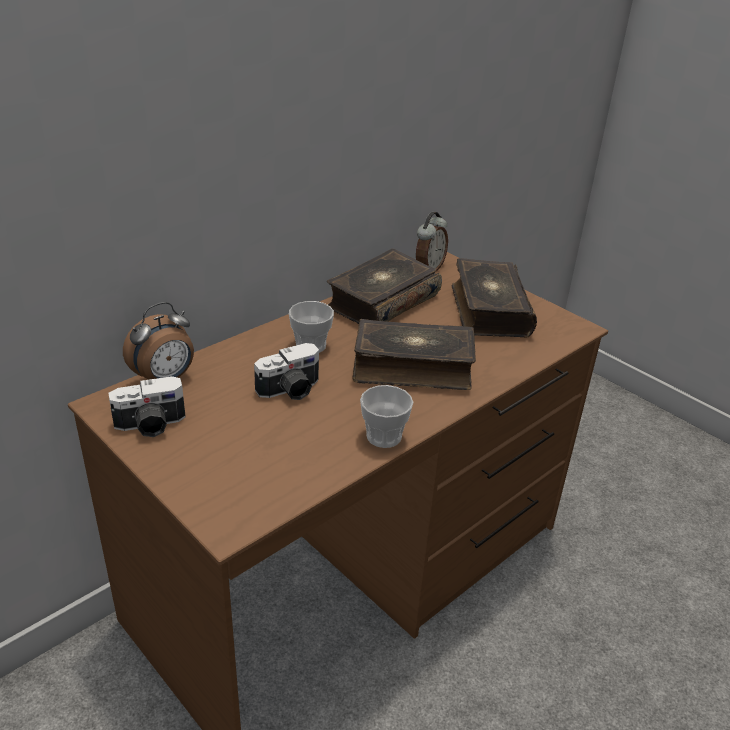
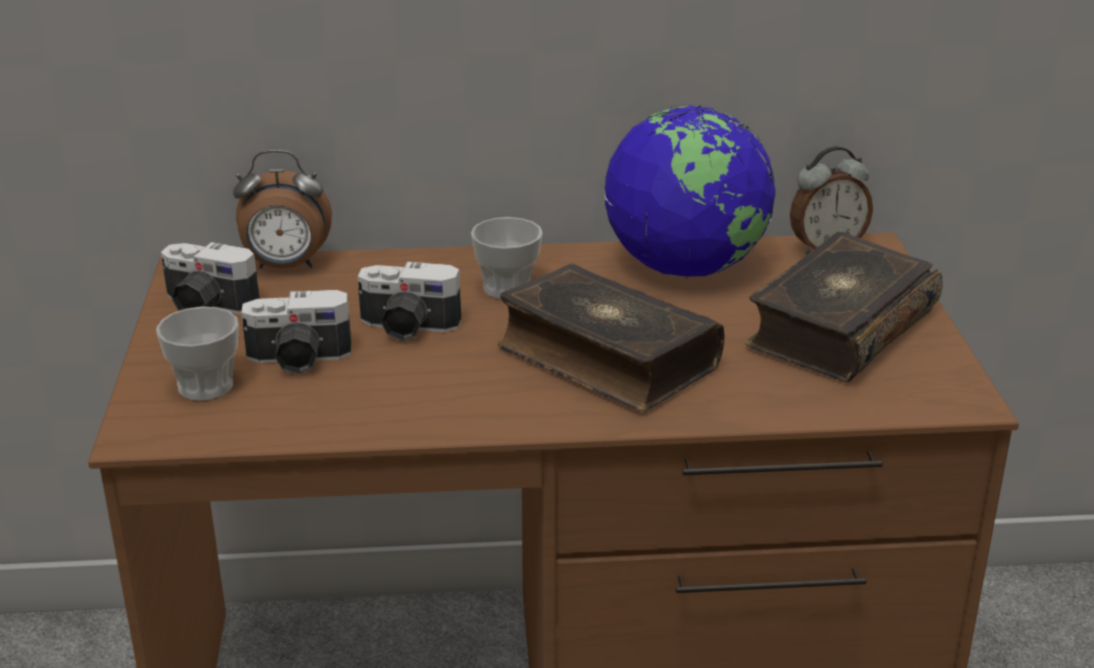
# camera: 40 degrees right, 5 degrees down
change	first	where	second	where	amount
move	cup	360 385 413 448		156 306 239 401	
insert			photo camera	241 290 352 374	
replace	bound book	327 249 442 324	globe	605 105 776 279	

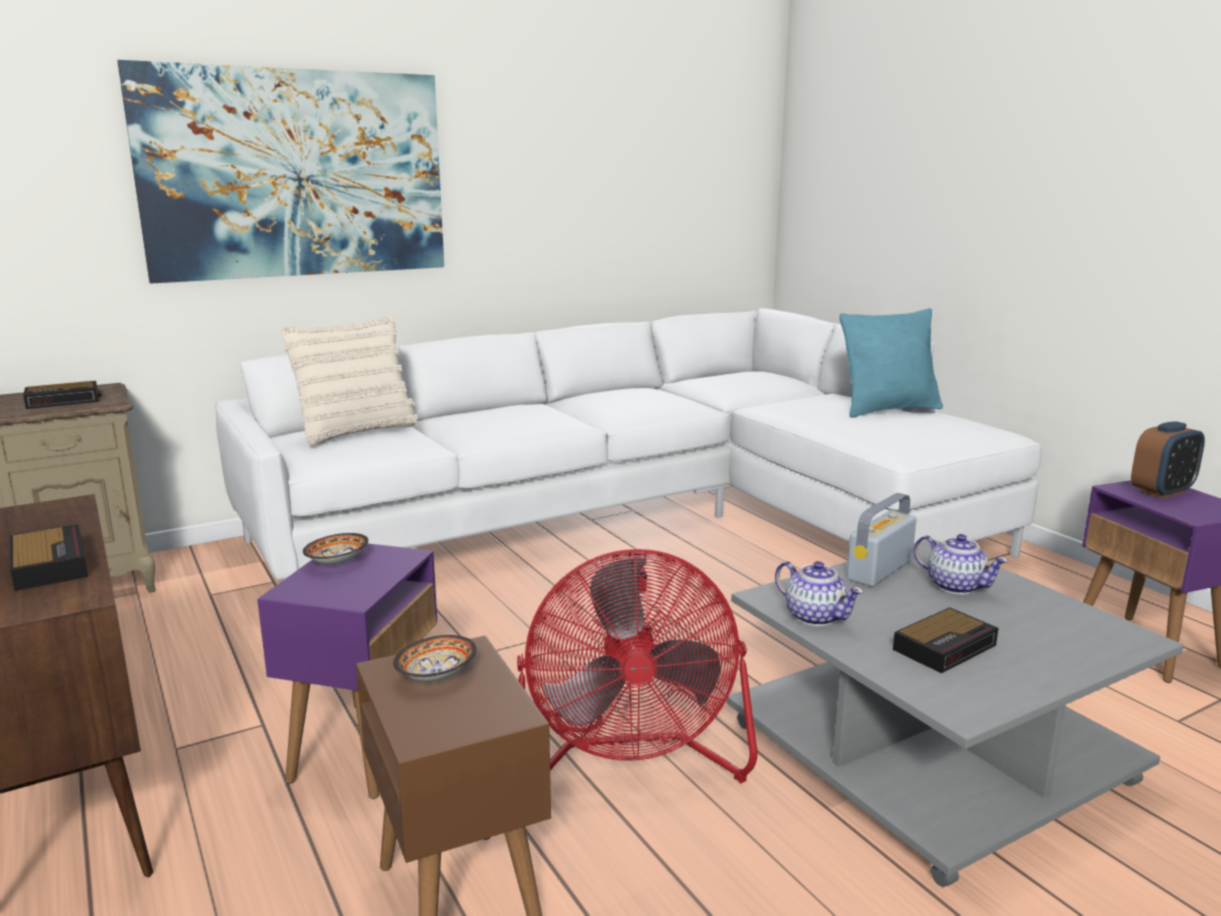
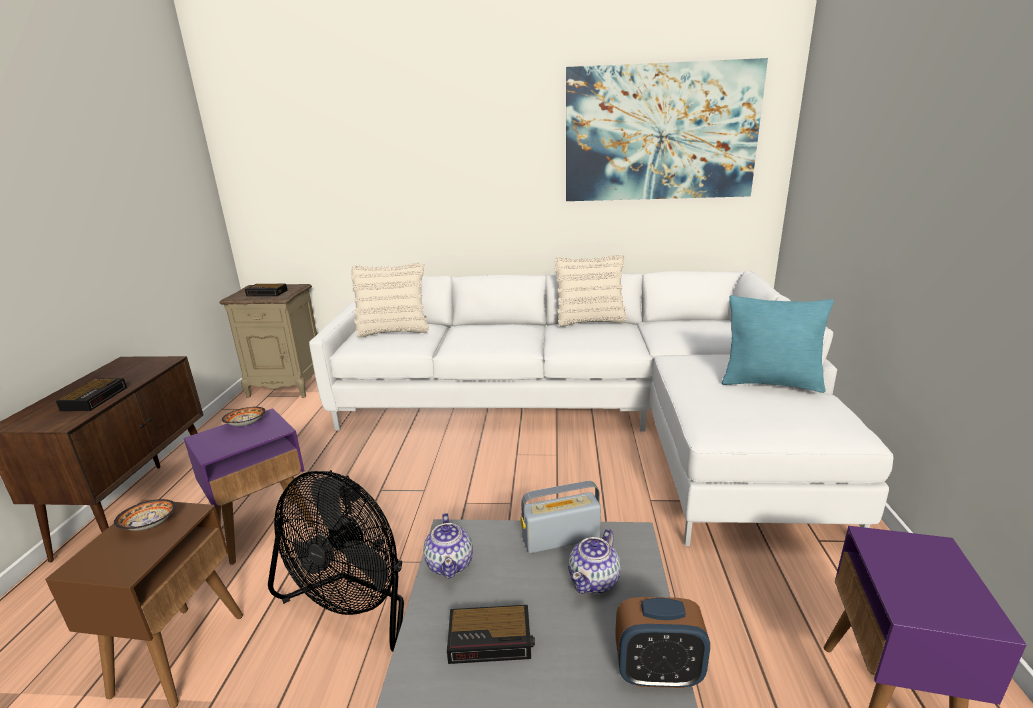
# camera: 35 degrees right, 5 degrees up
change	first	where	second	where	amount
recolor	reddish electric fan	517 549 757 783	blackish electric fan	268 470 404 652	
insert			sand-coloured cushion	554 254 628 327	
move	wall art	117 60 444 284		566 58 768 201	
rotate	teapot	914 534 1009 595		568 529 620 594	45 degrees clockwise
move	bedside clock	1131 421 1205 499		615 597 710 688	

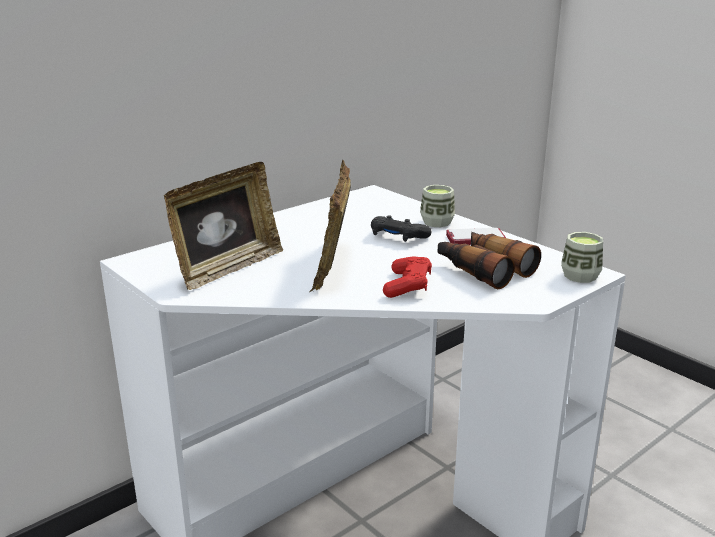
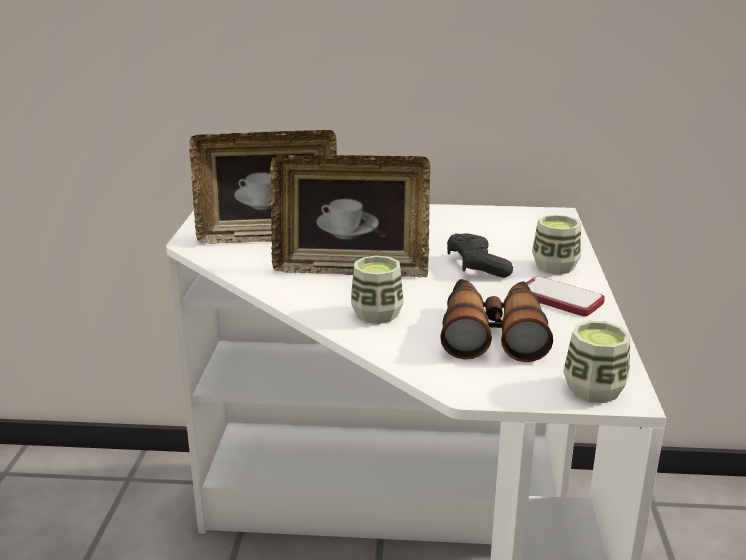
# camera: 45 degrees right, 0 degrees up
change	first	where	second	where	amount
rotate	standing frame	309 160 351 292		270 155 430 278	135 degrees counterclockwise
replace	reddish game controller	383 256 432 298	cup	351 256 404 324	

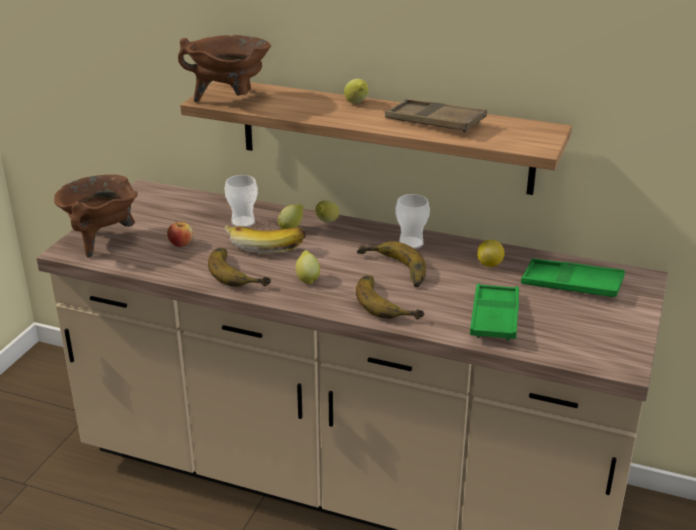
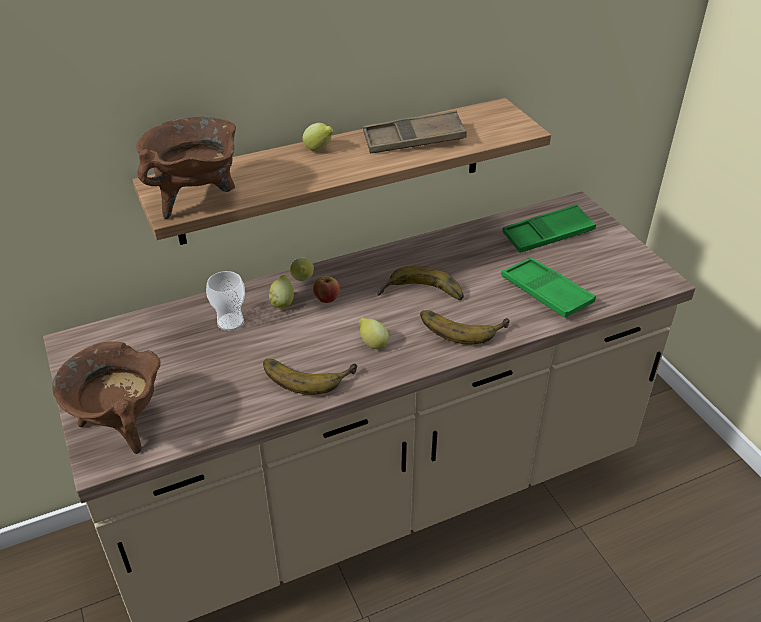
# camera: 45 degrees left, 10 degrees up
change	first	where	second	where	amount
move	whole apple	167 221 193 247		313 276 340 303	
delete	banana	225 225 306 253			
delete	cup	395 194 430 249			
delete	whole lemon	477 240 505 267			

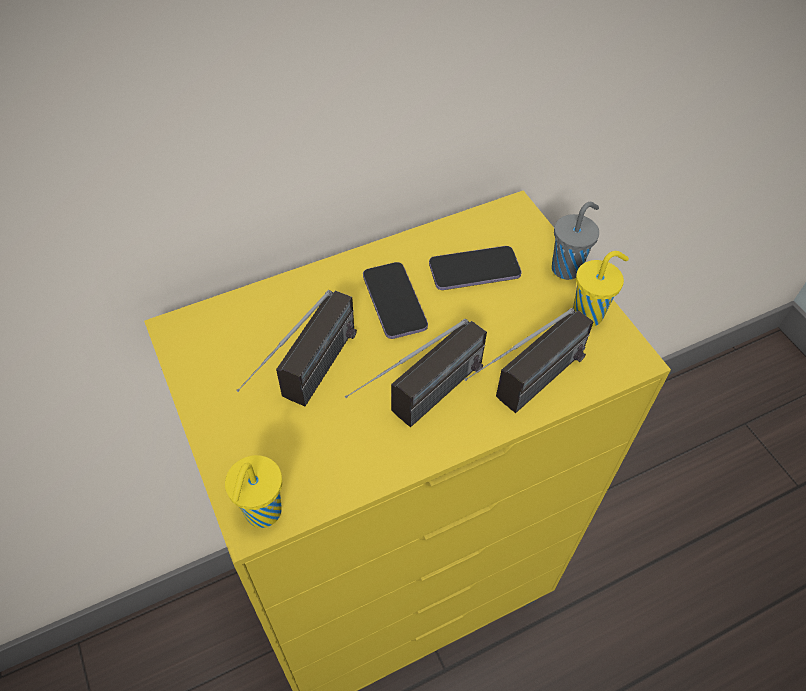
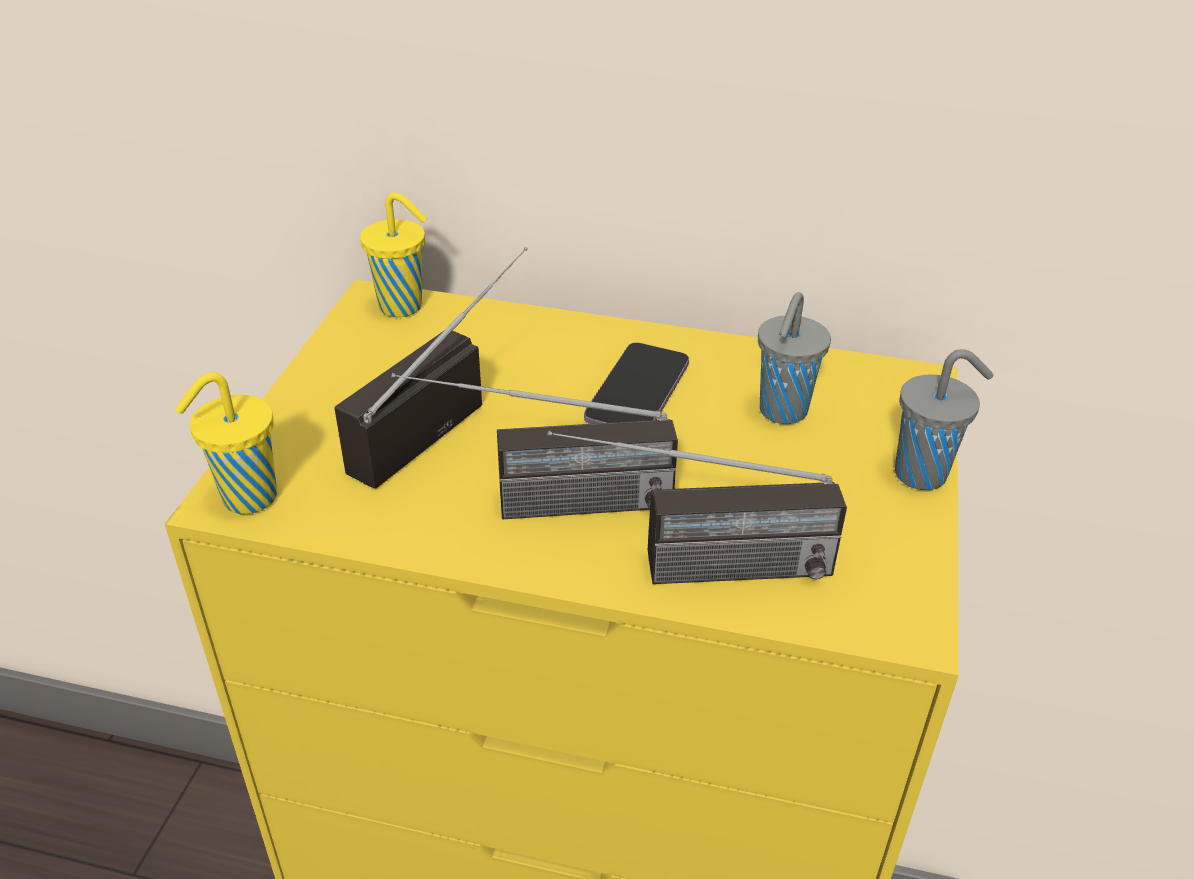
# camera: 40 degrees right, 15 degrees down
change	first	where	second	where	amount
rotate	radio	236 290 357 406		335 247 528 488	150 degrees clockwise
move	yellow-coloured cup	573 251 629 327		360 192 427 317	
replace	phone	429 246 522 290	grey cup	758 292 831 424	

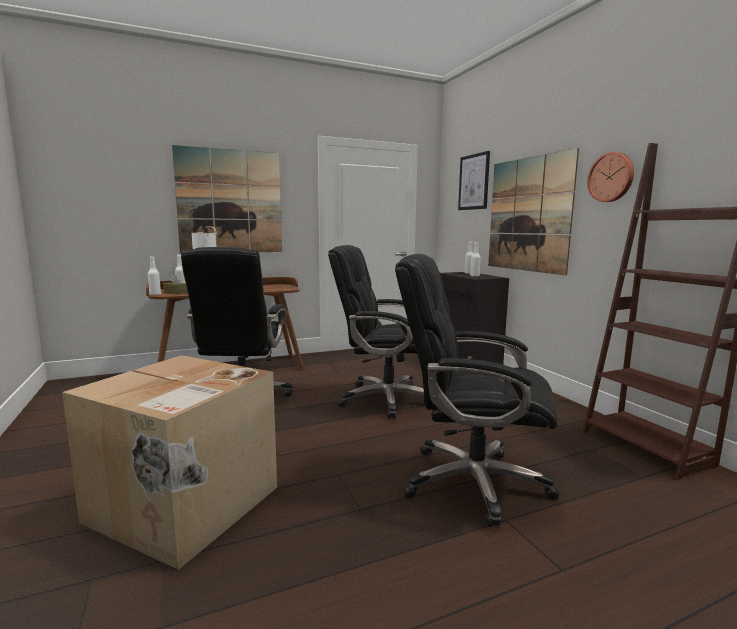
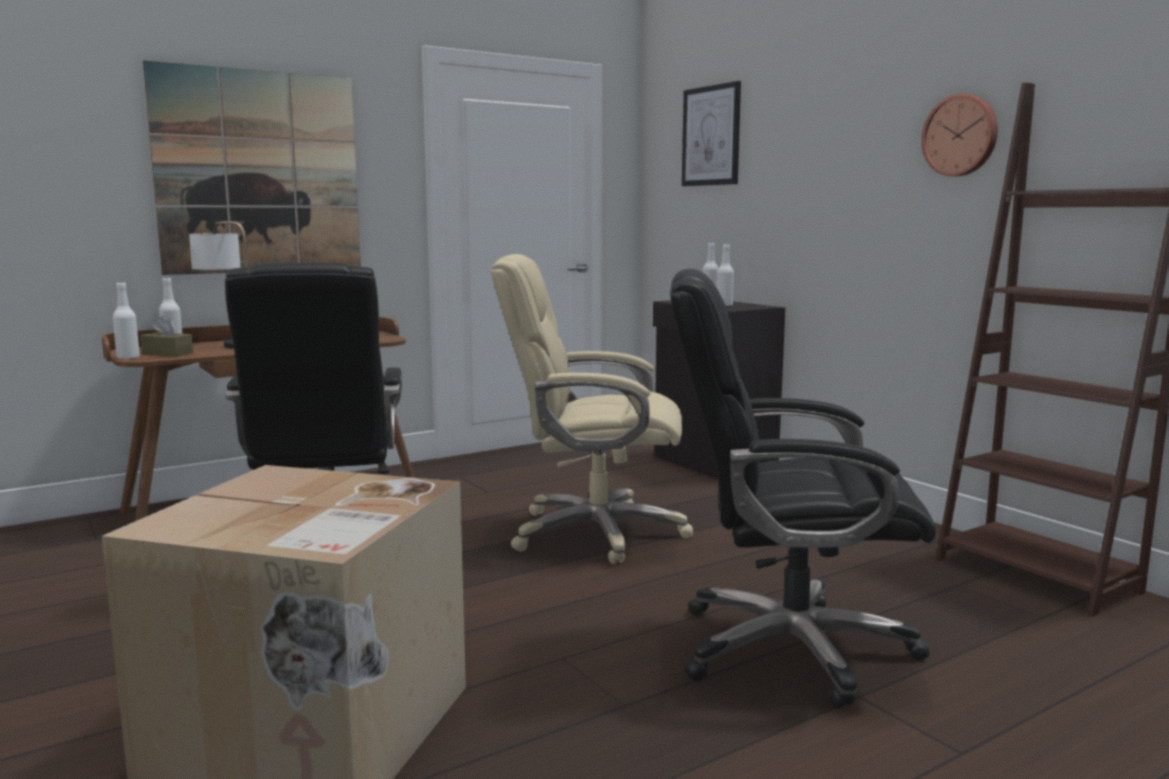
# camera: 10 degrees left, 0 degrees up
change	first	where	second	where	amount
recolor	blackish office chair	328 245 424 419	sand-coloured office chair	491 254 693 564	
delete	wall art	488 148 579 276			

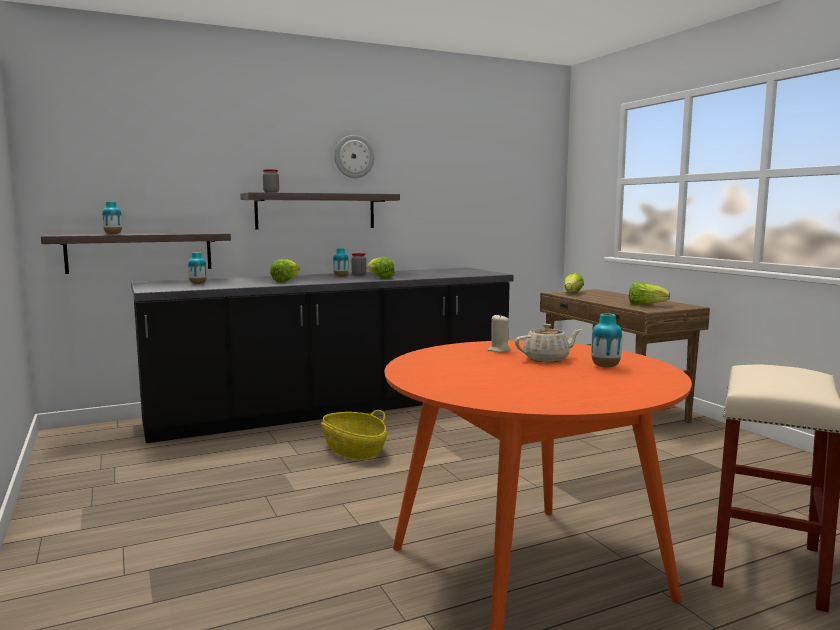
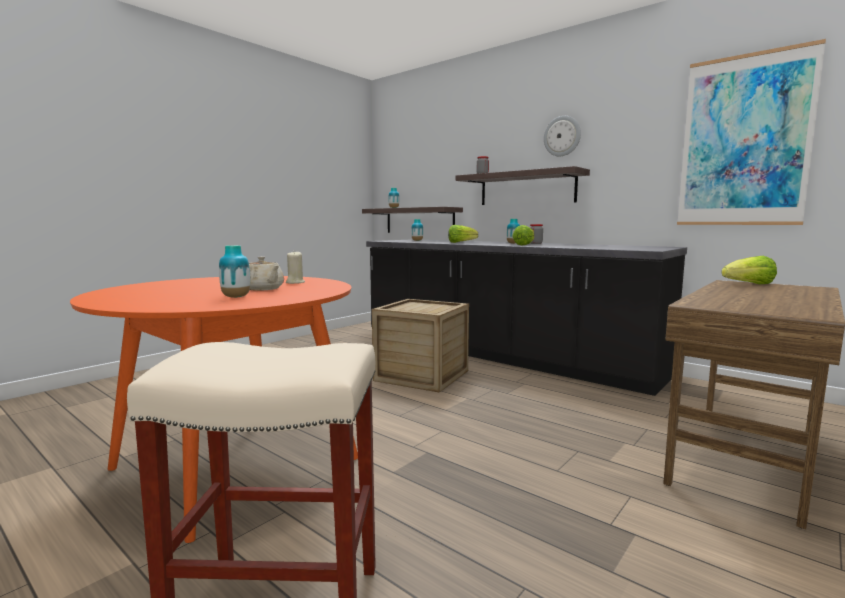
# camera: 65 degrees right, 0 degrees up
change	first	where	second	where	amount
replace	basket	321 410 387 460	packing crate	372 299 469 392	
insert			wall art	677 39 826 225	
delete	head of lettuce	629 282 670 305			

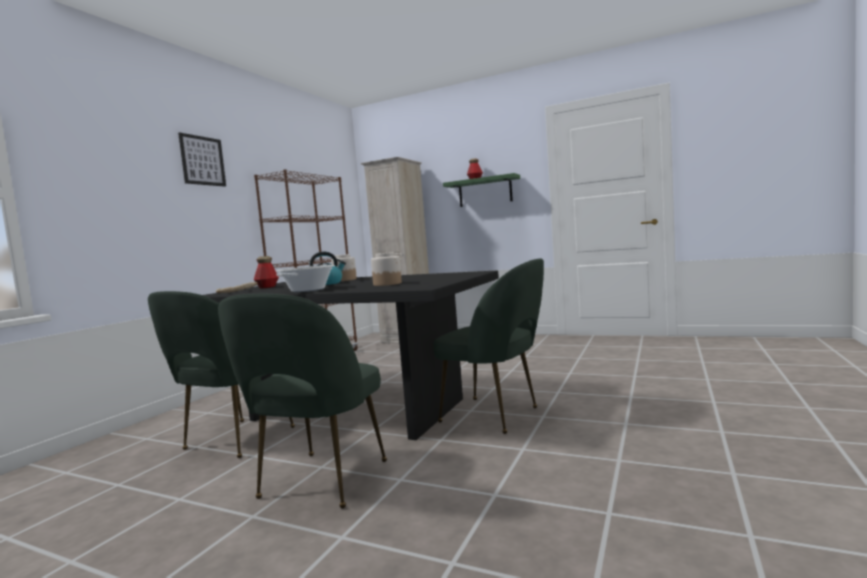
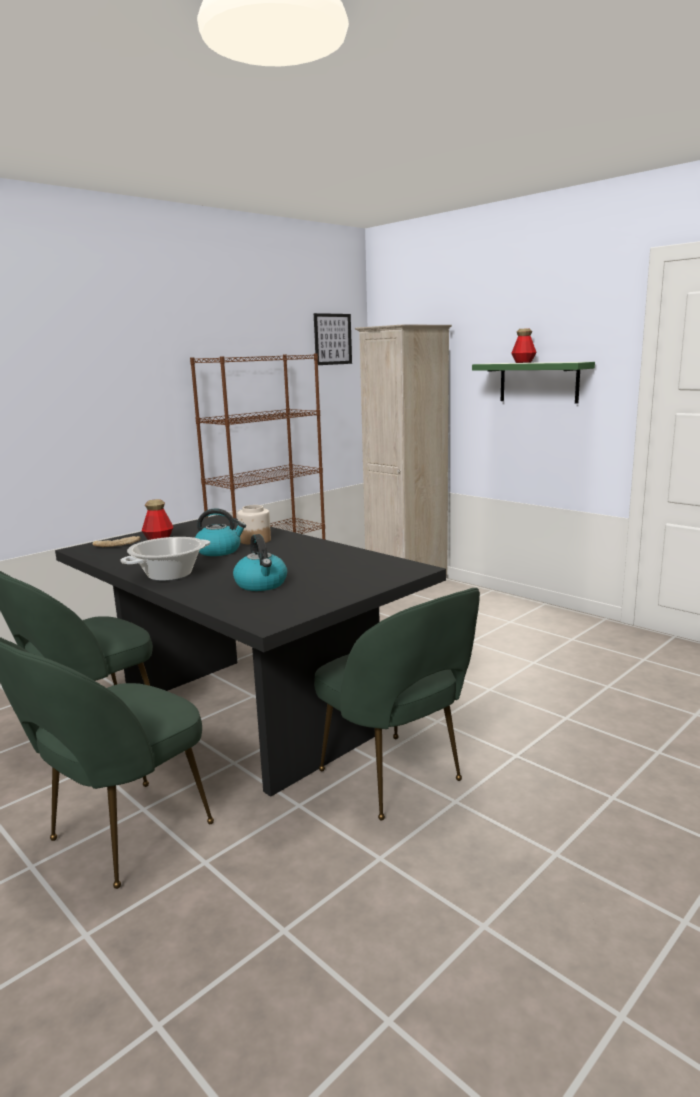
# camera: 20 degrees right, 10 degrees up
change	first	where	second	where	amount
replace	storage jar	371 252 402 286	water kettle	233 534 287 591	
move	wall art	178 132 226 187		314 313 352 365	

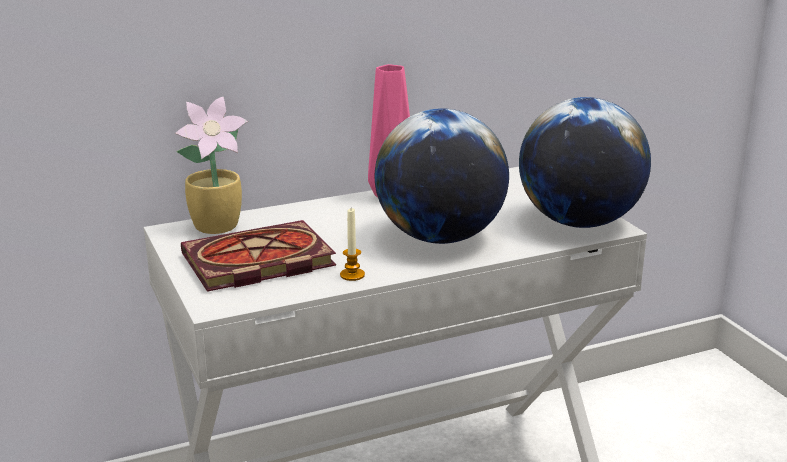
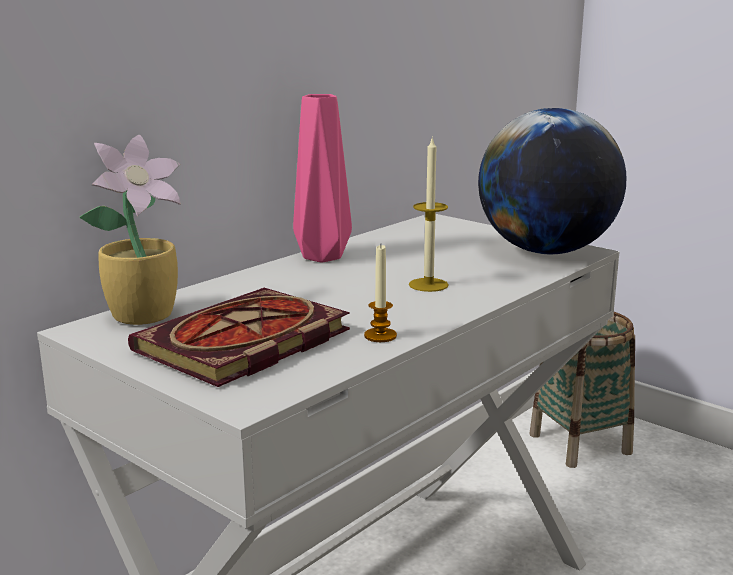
# camera: 25 degrees left, 5 degrees down
change	first	where	second	where	amount
replace	globe	374 108 509 244	candle	409 136 449 292	
insert			basket	529 312 635 468	

